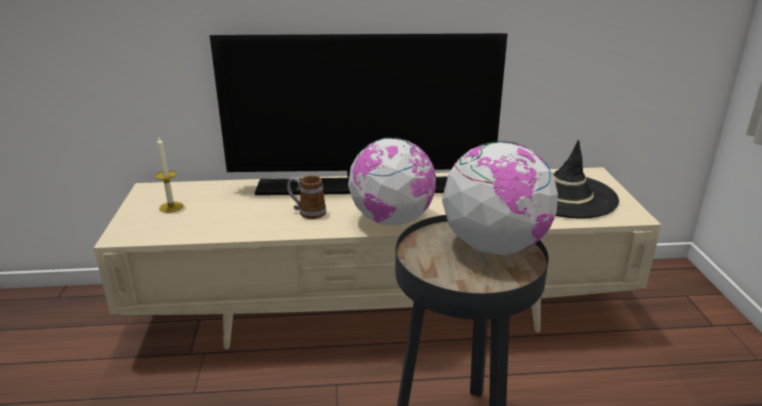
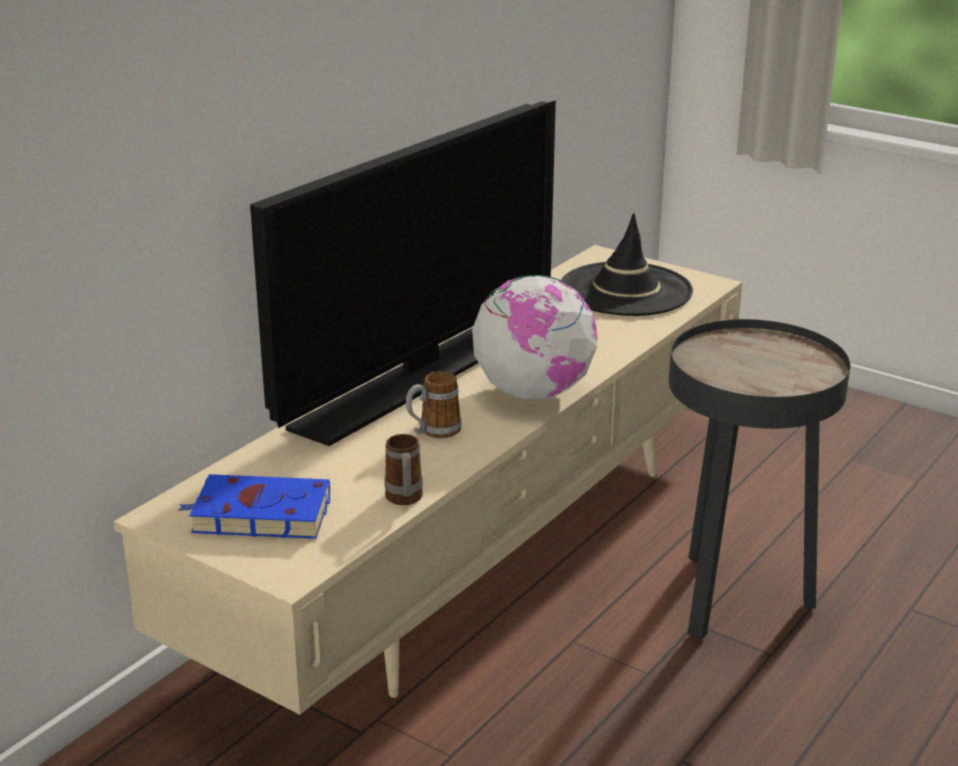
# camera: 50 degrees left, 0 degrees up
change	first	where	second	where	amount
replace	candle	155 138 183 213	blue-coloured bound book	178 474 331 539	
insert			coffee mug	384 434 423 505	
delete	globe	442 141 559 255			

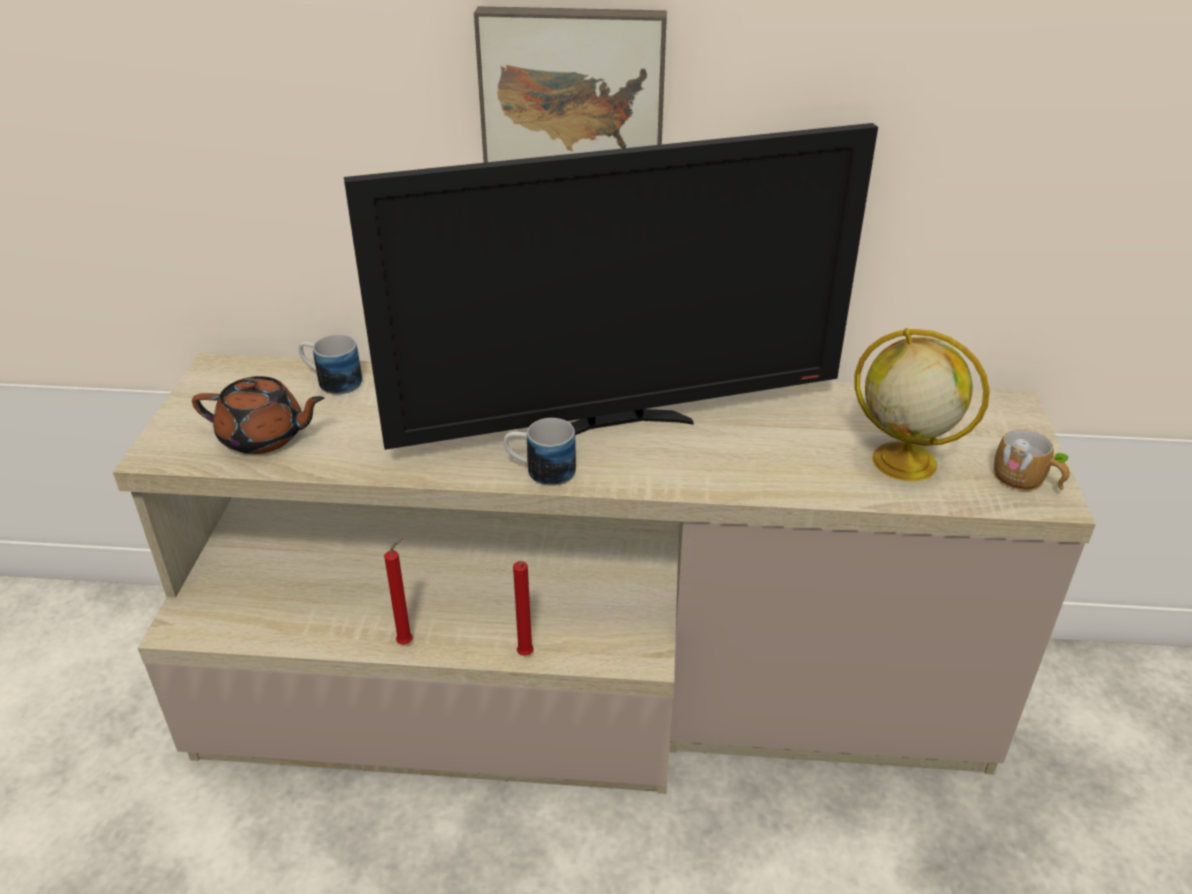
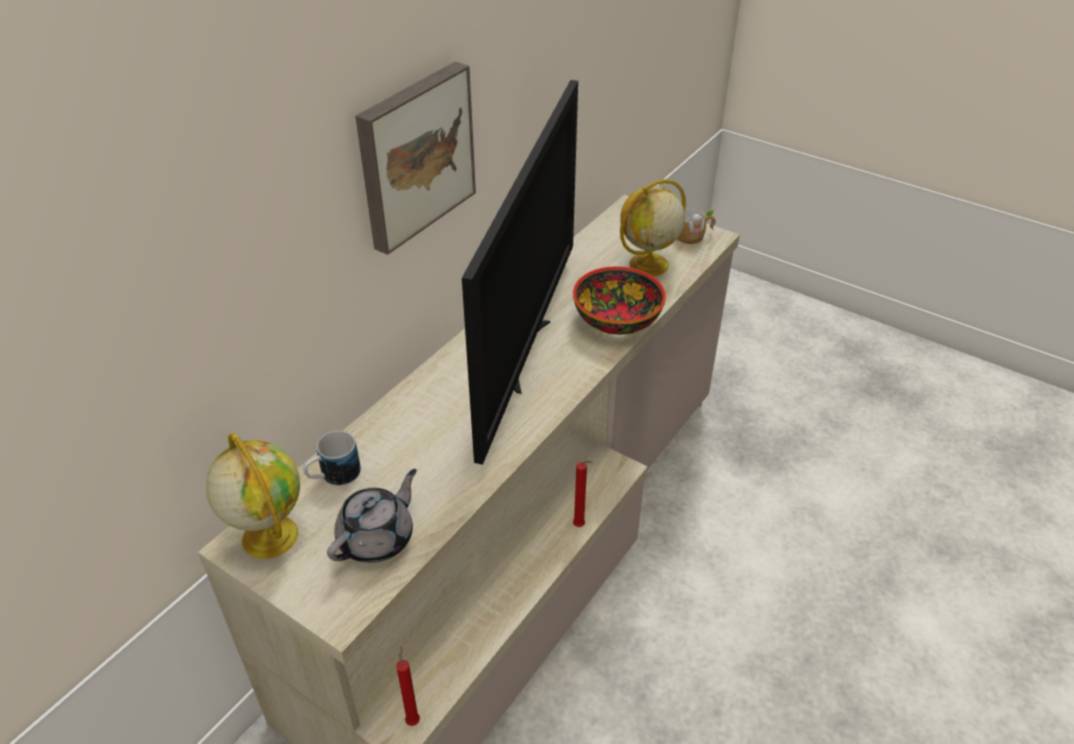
# camera: 60 degrees left, 5 degrees up
change	first	where	second	where	amount
insert			globe	206 433 300 559	
recolor	brown-coloured teapot	192 376 324 454	grey teapot	327 469 417 563	
move	reddish candle	384 538 413 645		396 646 420 726	
insert			serving bowl	573 266 666 335	
delete	coffee mug	504 418 576 486			

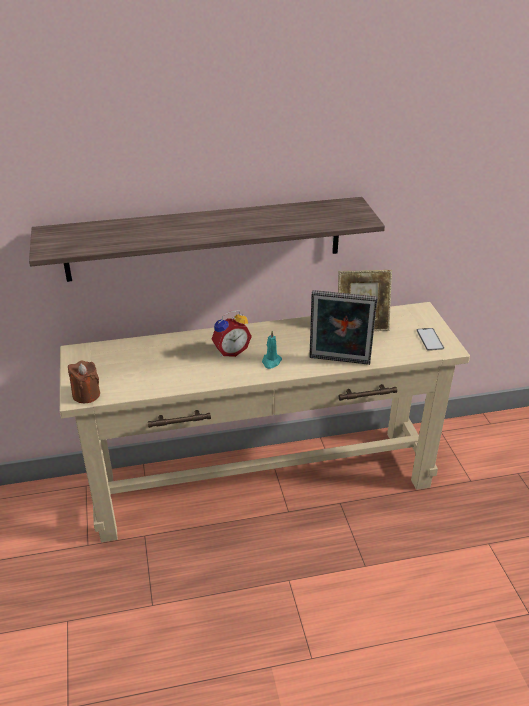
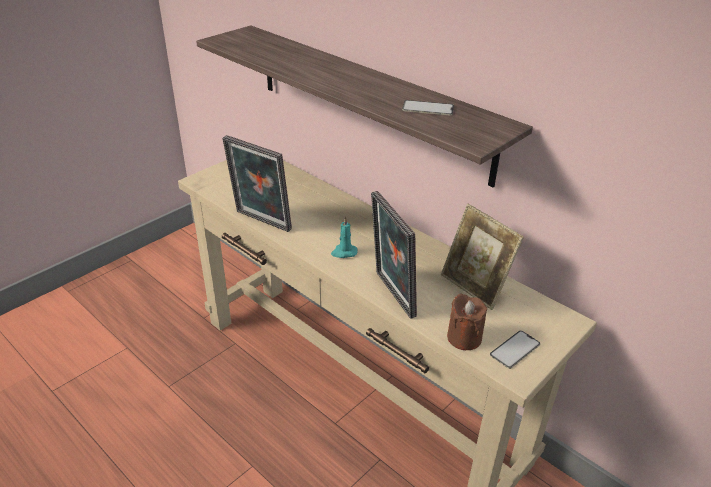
# camera: 55 degrees right, 0 degrees up
change	first	where	second	where	amount
insert			standing frame	222 135 292 232	
insert			phone	402 100 454 116	
move	brown-coloured candle	68 360 100 403		447 294 487 350	
delete	bedside clock	212 311 252 357			

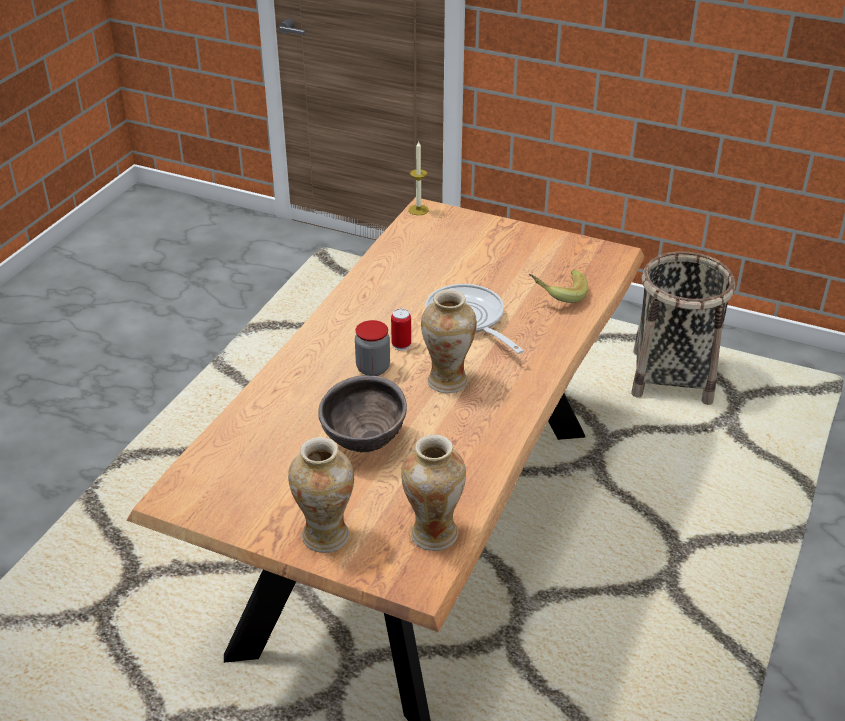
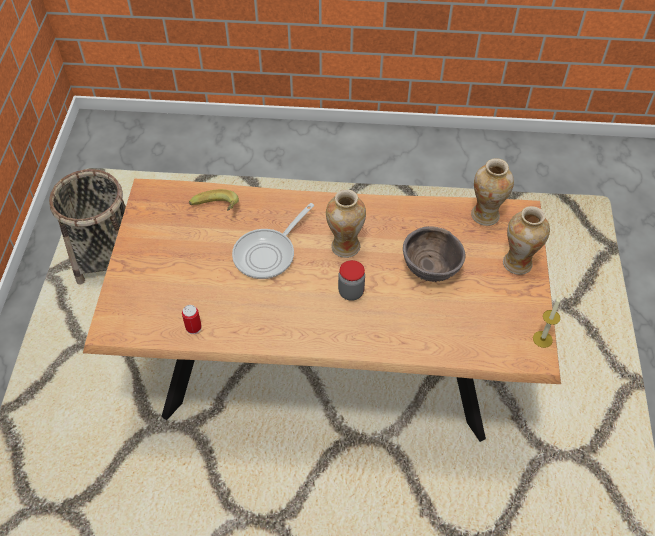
# camera: 110 degrees left, 15 degrees up
change	first	where	second	where	amount
move	metal can	391 309 411 351		182 305 202 334	
move	candle	409 140 429 215		533 297 561 348	

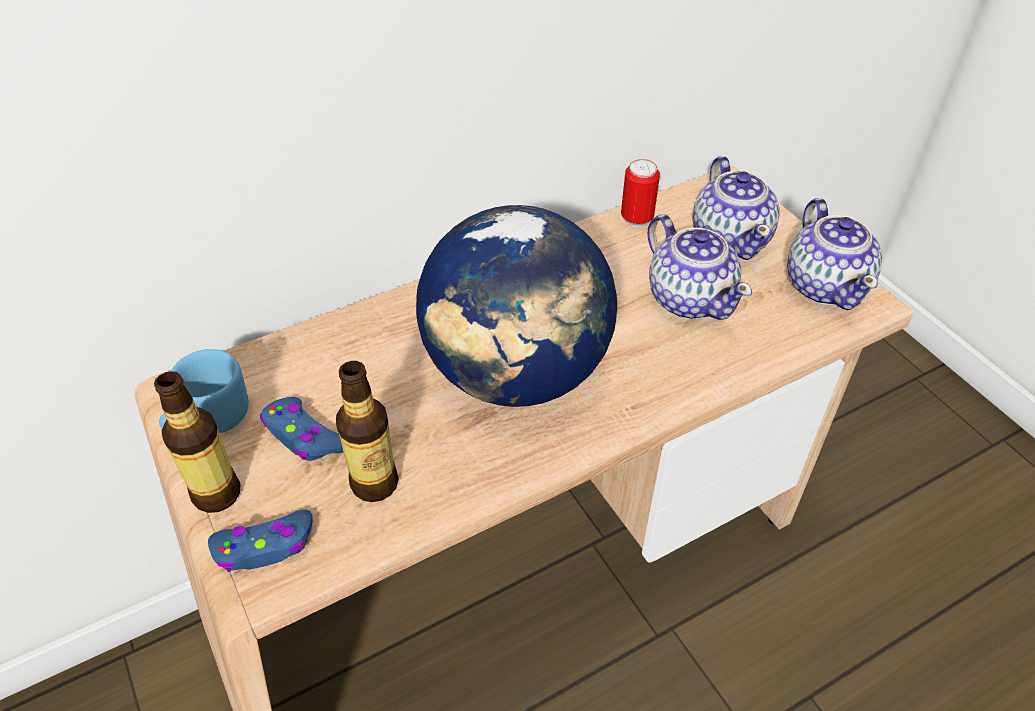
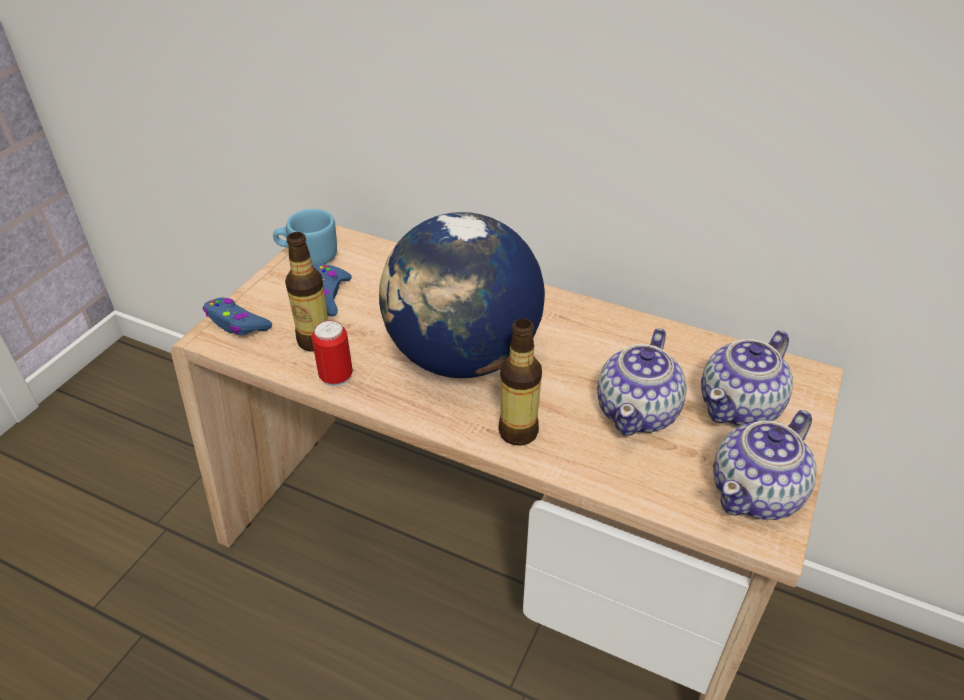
# camera: 55 degrees right, 5 degrees down
change	first	where	second	where	amount
move	metal can	621 159 660 227		312 320 353 386	
move	beverage bottle	154 371 240 513		498 318 542 446	

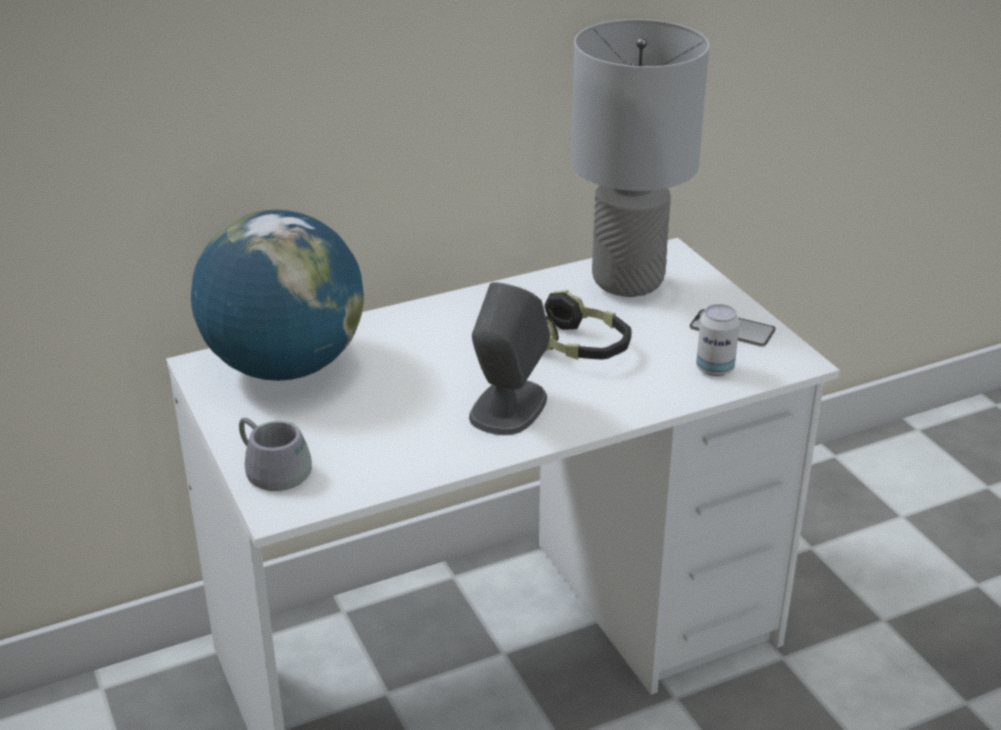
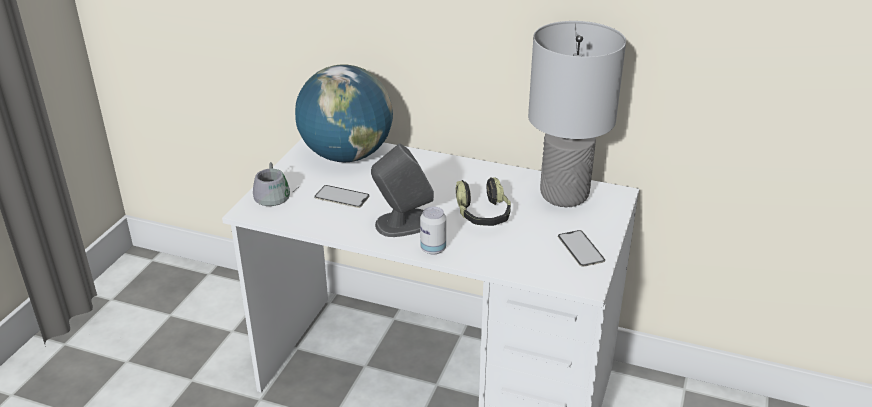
# camera: 45 degrees right, 0 degrees up
change	first	where	second	where	amount
insert			phone	314 185 369 208	
move	metal can	696 304 740 376		420 207 446 255	

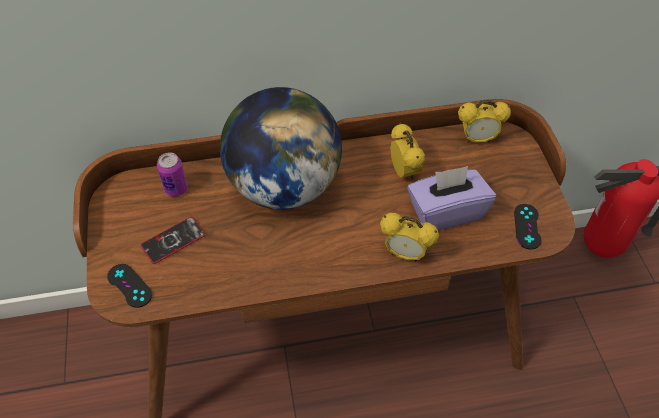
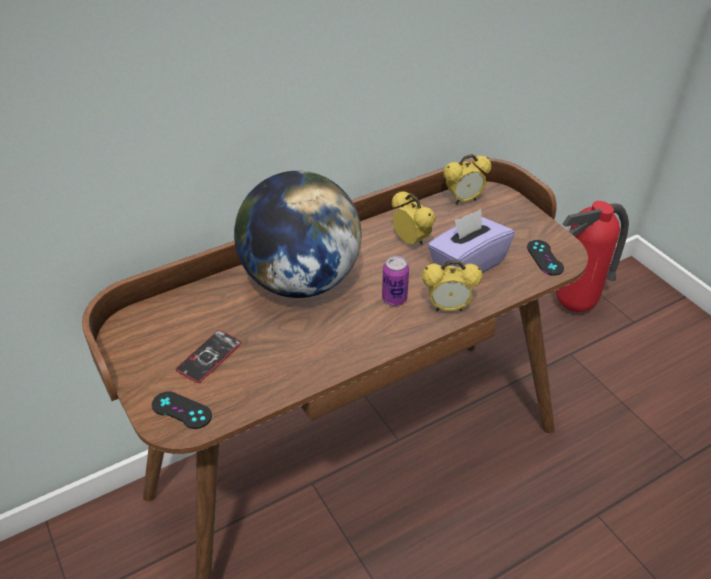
# camera: 20 degrees left, 10 degrees down
change	first	where	second	where	amount
move	metal can	157 152 188 197		382 256 409 306	

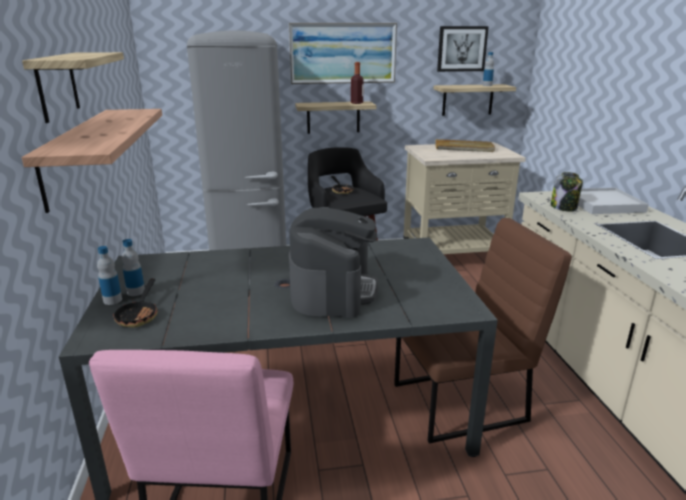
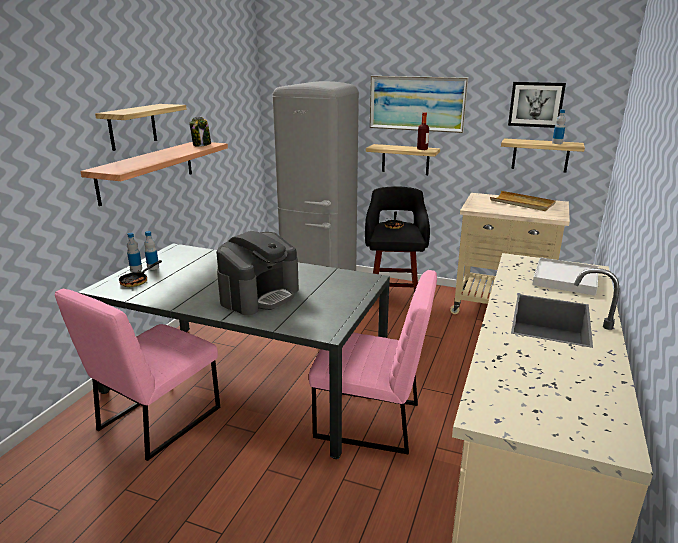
# camera: 30 degrees right, 0 degrees up
change	first	where	second	where	amount
move	storage jar	551 172 583 212		189 117 211 147	
recolor	brown-coloured chair	394 218 572 444	pink chair	309 270 437 454	

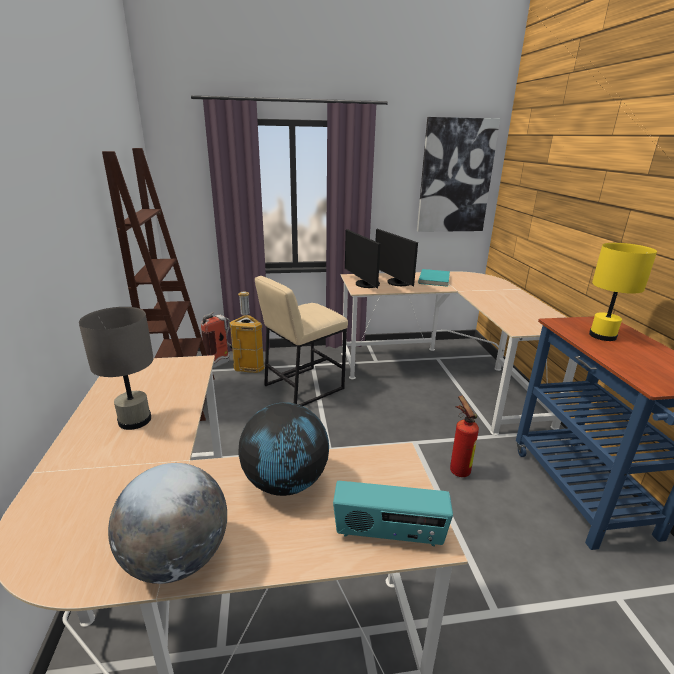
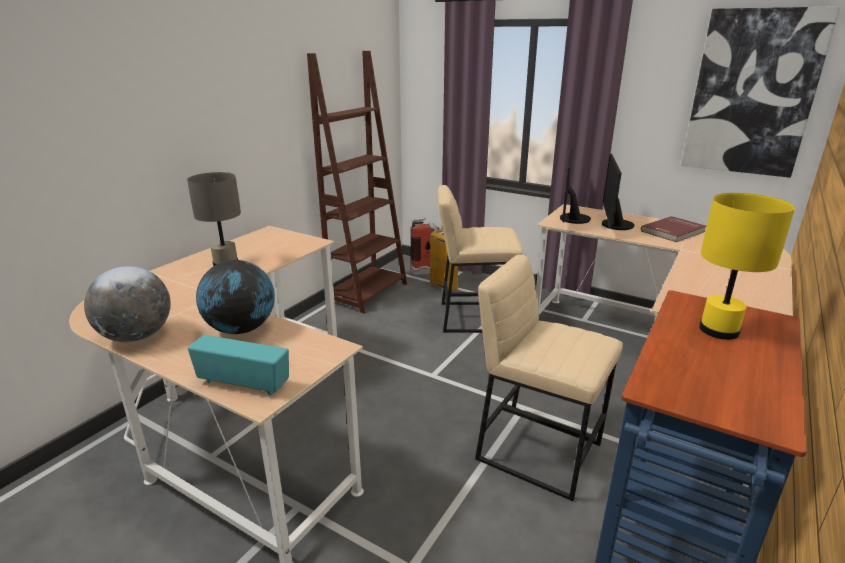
# camera: 40 degrees right, 0 degrees up
change	first	where	second	where	amount
rotate	radio	333 481 453 546		188 335 289 395	150 degrees clockwise
replace	fire-fighting cylinder	450 396 479 477	sand-coloured chair	475 255 623 501	
recolor	blue-green bound book	418 269 450 287	reddish bound book	641 216 706 242	

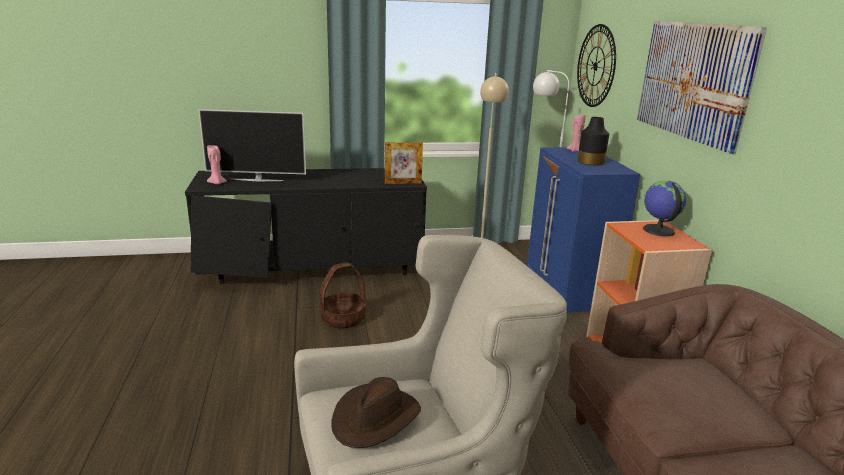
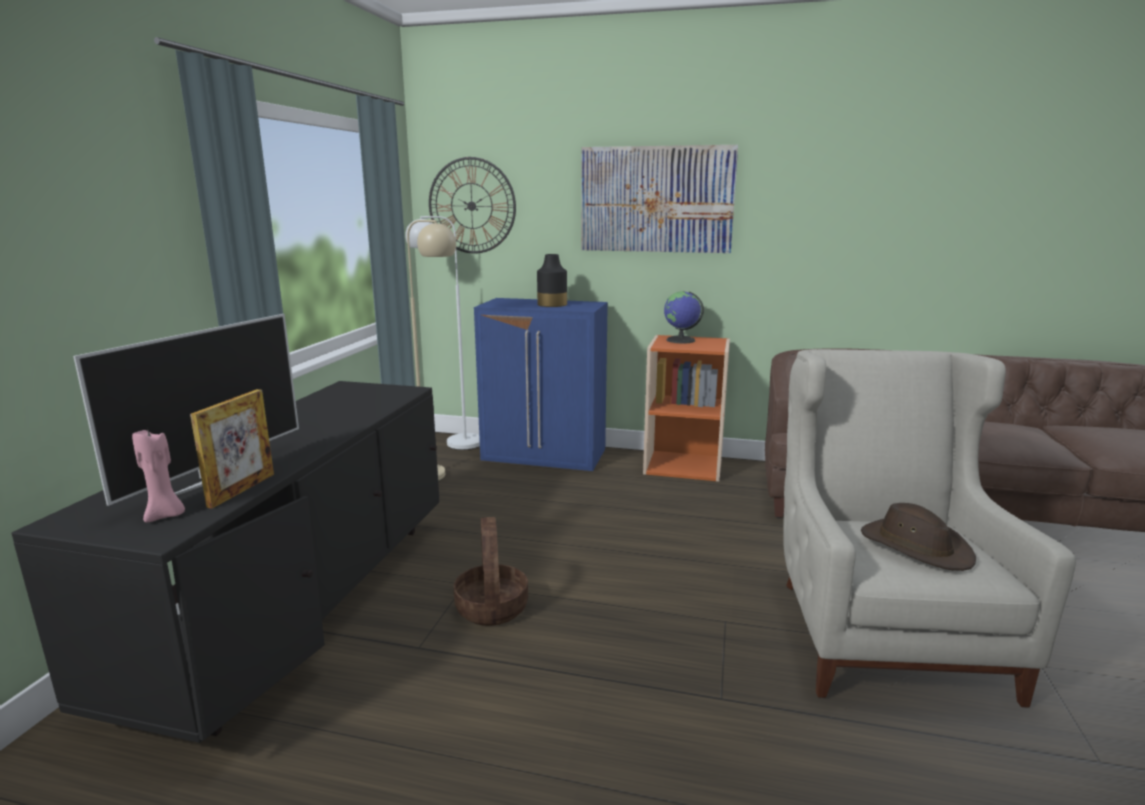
# camera: 65 degrees left, 5 degrees down
change	first	where	second	where	amount
move	standing frame	385 142 423 184		190 389 274 509	
delete	pink candle	567 115 586 152			

